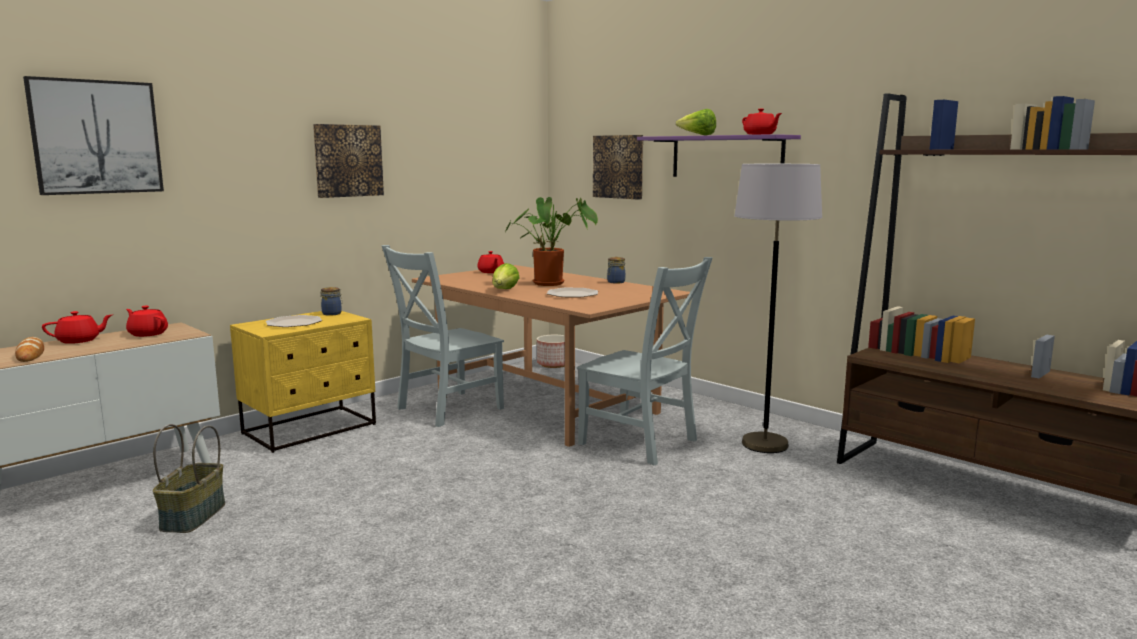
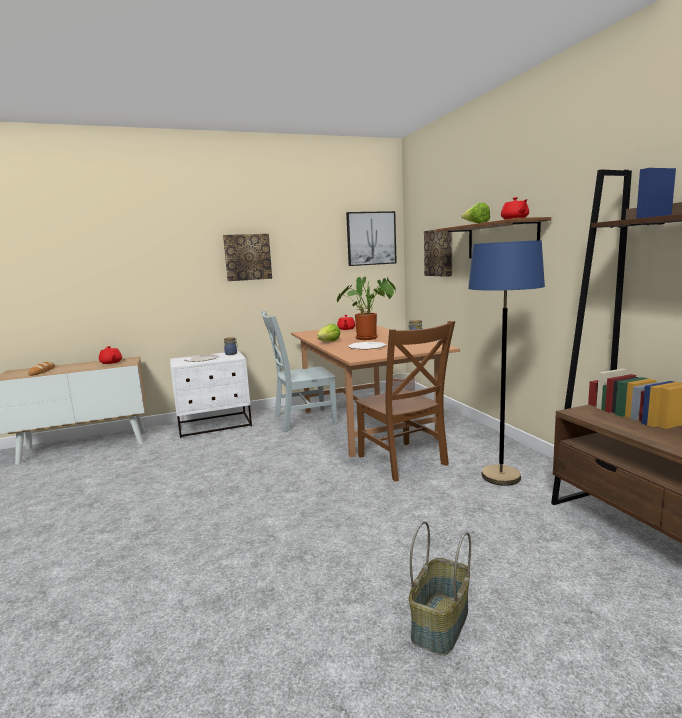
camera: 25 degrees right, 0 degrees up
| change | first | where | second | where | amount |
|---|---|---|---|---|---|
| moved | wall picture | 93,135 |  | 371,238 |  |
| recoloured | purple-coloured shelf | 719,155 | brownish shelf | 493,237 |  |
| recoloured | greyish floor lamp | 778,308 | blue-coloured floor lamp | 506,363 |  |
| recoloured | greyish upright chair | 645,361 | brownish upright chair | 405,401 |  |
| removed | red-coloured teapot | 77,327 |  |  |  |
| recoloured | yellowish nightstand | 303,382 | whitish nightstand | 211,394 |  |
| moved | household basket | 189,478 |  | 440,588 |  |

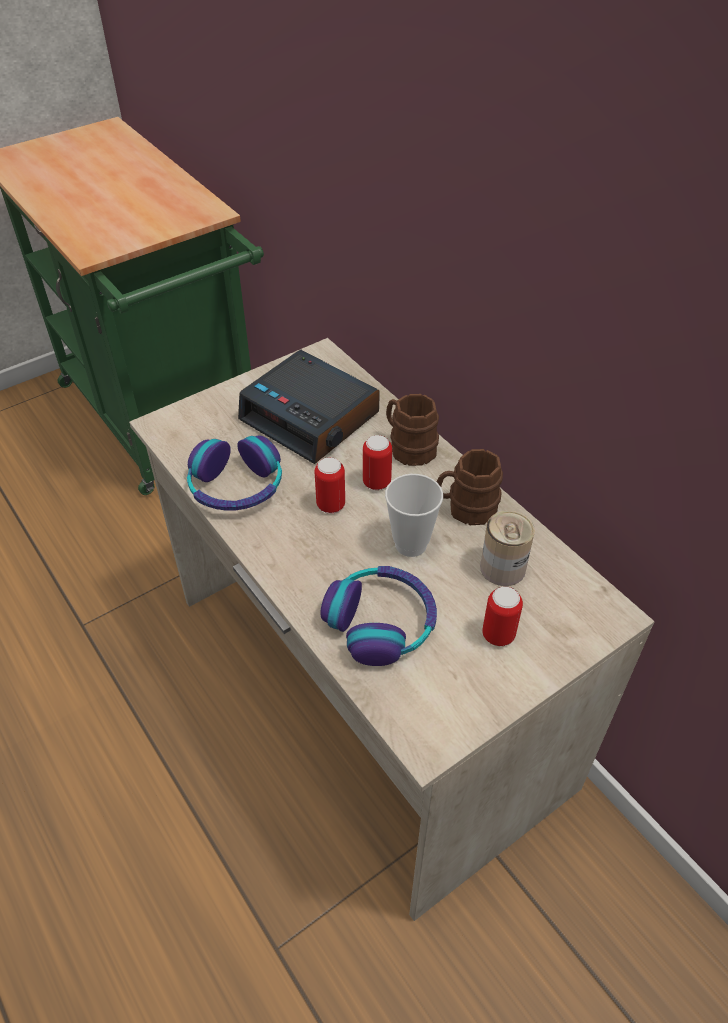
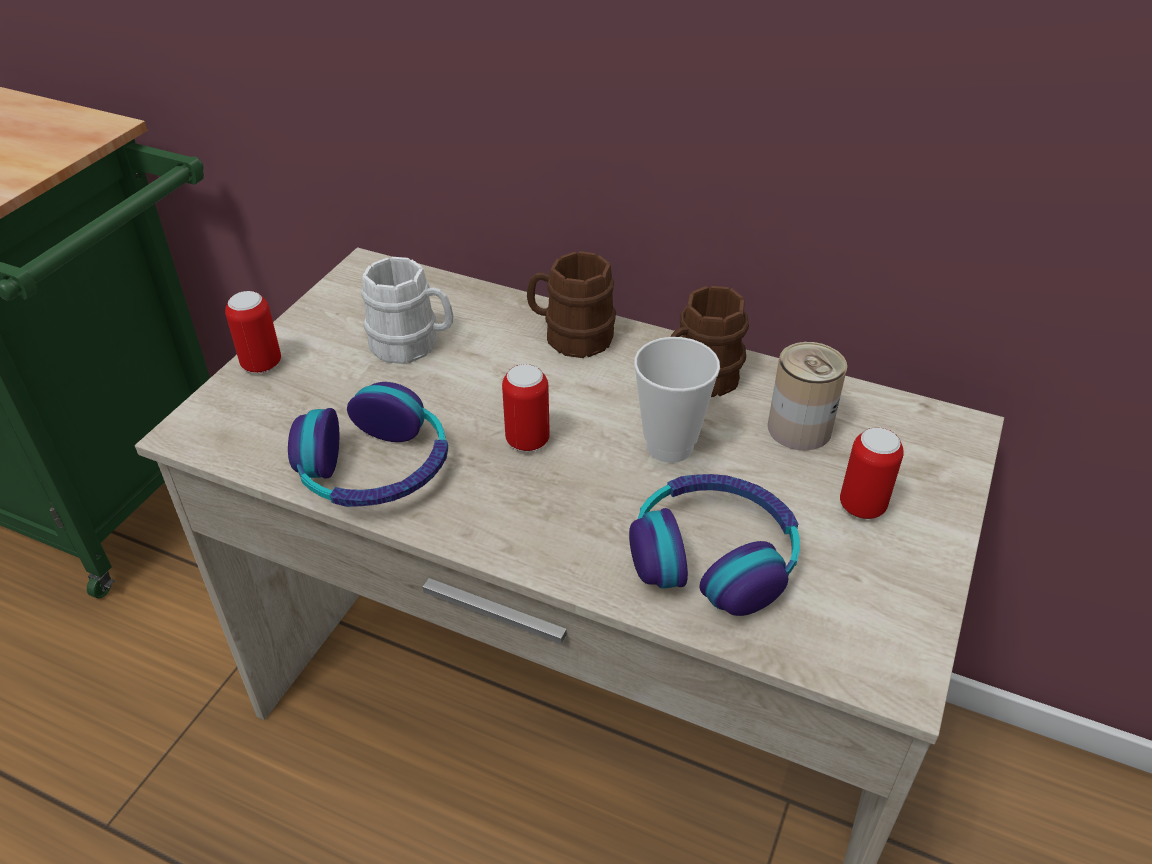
camera: 30 degrees left, 5 degrees down
| change | first | where | second | where | amount |
|---|---|---|---|---|---|
| replaced | table clock | 309,407 | whitish mug | 407,310 |  |
| moved | can | 377,462 |  | 253,332 |  |

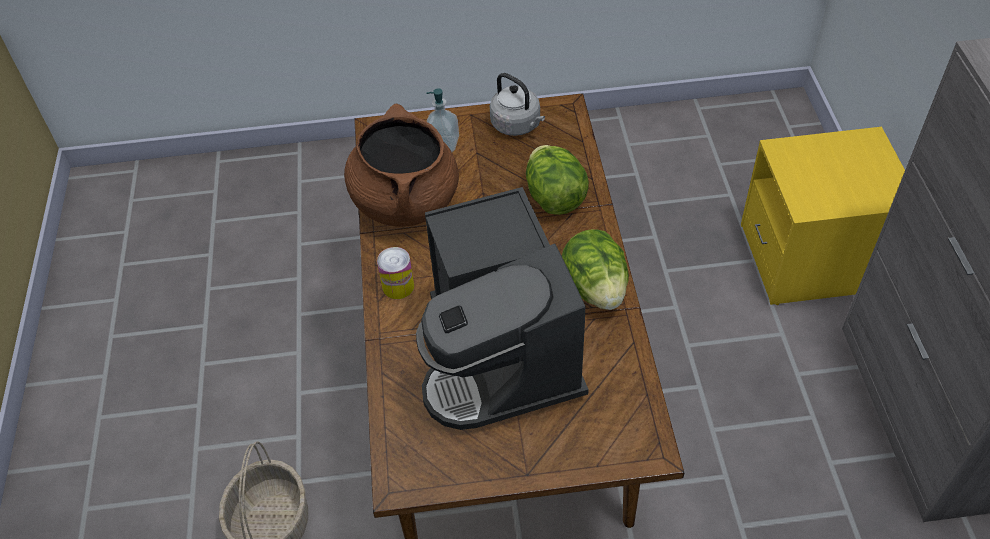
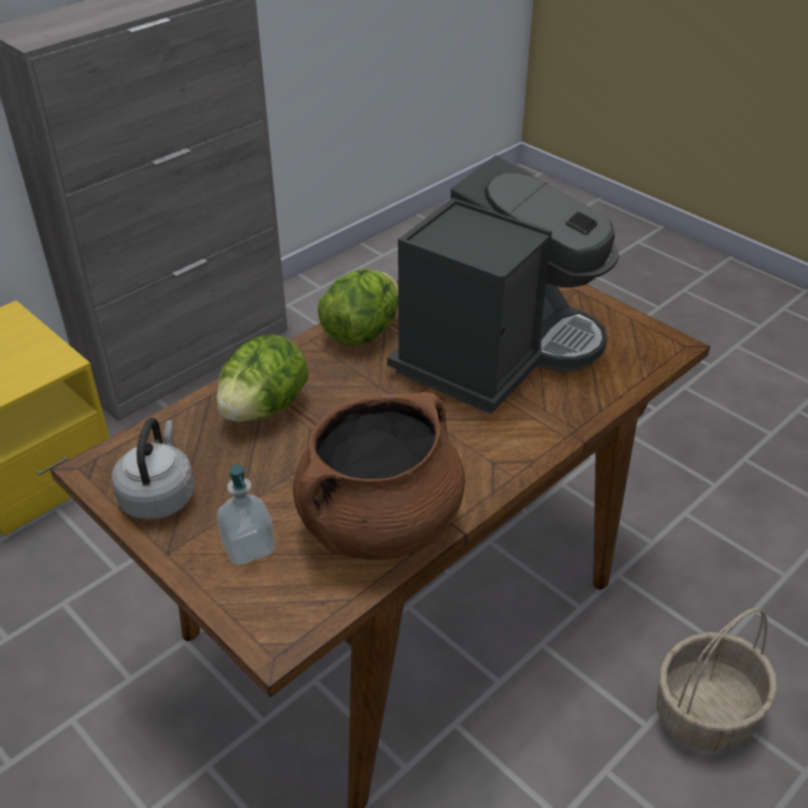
camera: 130 degrees left, 10 degrees down
| change | first | where | second | where | amount |
|---|---|---|---|---|---|
| removed | can | 395,273 |  |  |  |

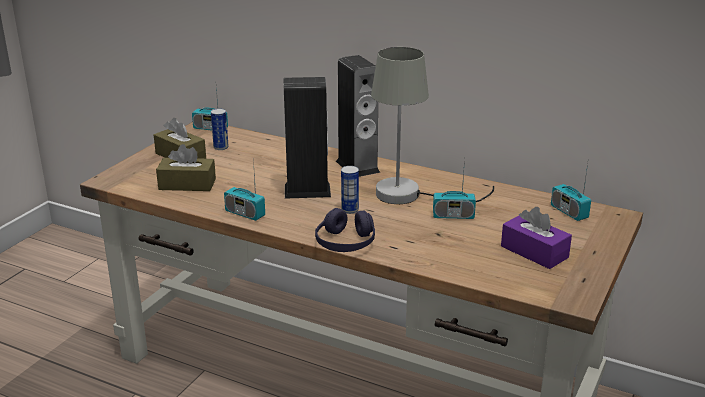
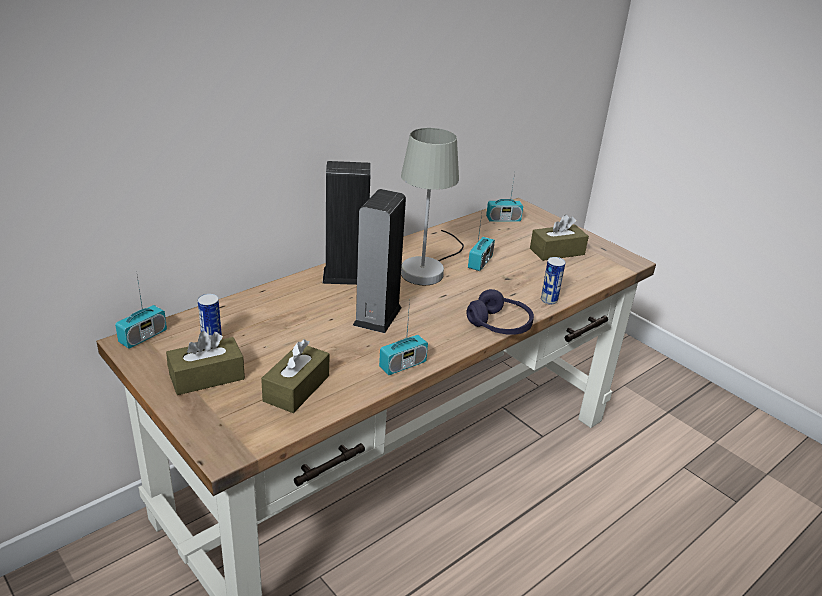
camera: 70 degrees left, 5 degrees up
| change | first | where | second | where | amount |
|---|---|---|---|---|---|
| moved | can | 350,190 |  | 553,280 |  |
| recoloured | purple-coloured box of tissues | 536,238 | brownish box of tissues | 559,237 |  |

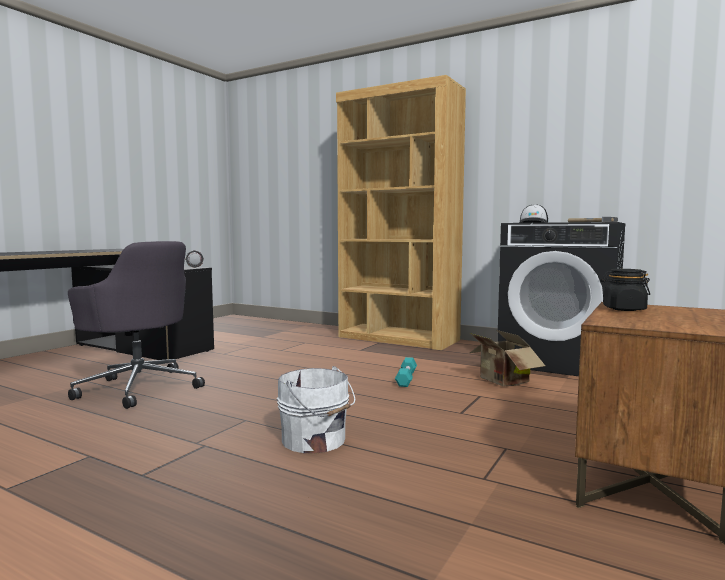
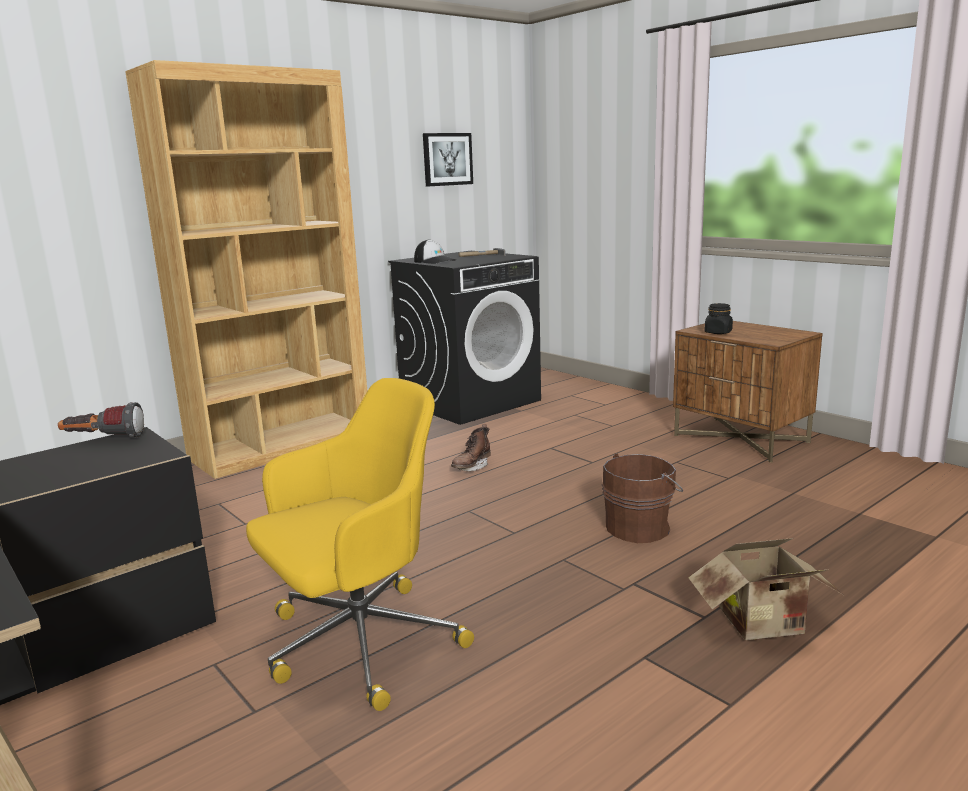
camera: 70 degrees left, 10 degrees up
| change | first | where | second | where | amount |
|---|---|---|---|---|---|
| recoloured | greyish computer chair | 136,325 | yellowish computer chair | 360,544 |  |
| moved | carton | 507,358 |  | 766,589 |  |
| replaced | turquoise dumbbell | 406,372 | brownish boot | 471,448 |  |
| recoloured | whitish pail | 316,410 | brownish pail | 642,498 |  |
| added |  |  | wall picture | 448,160 |  |

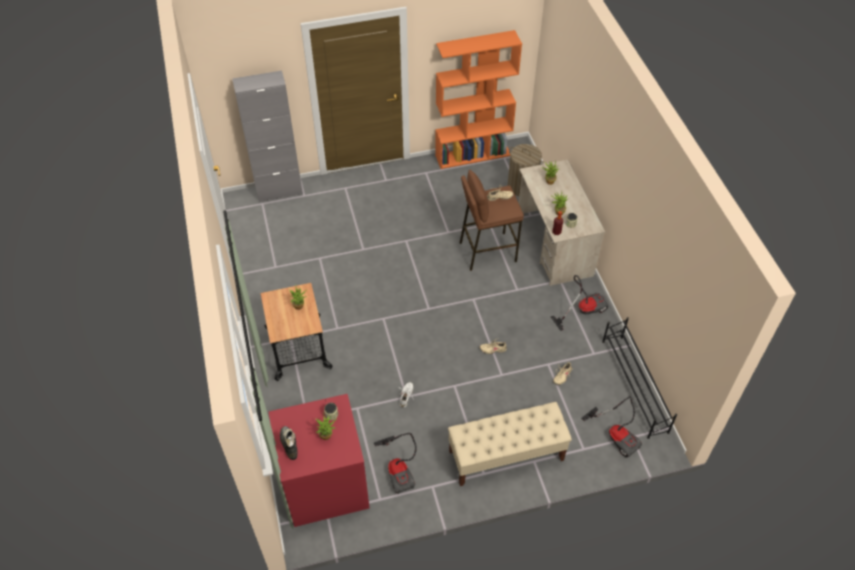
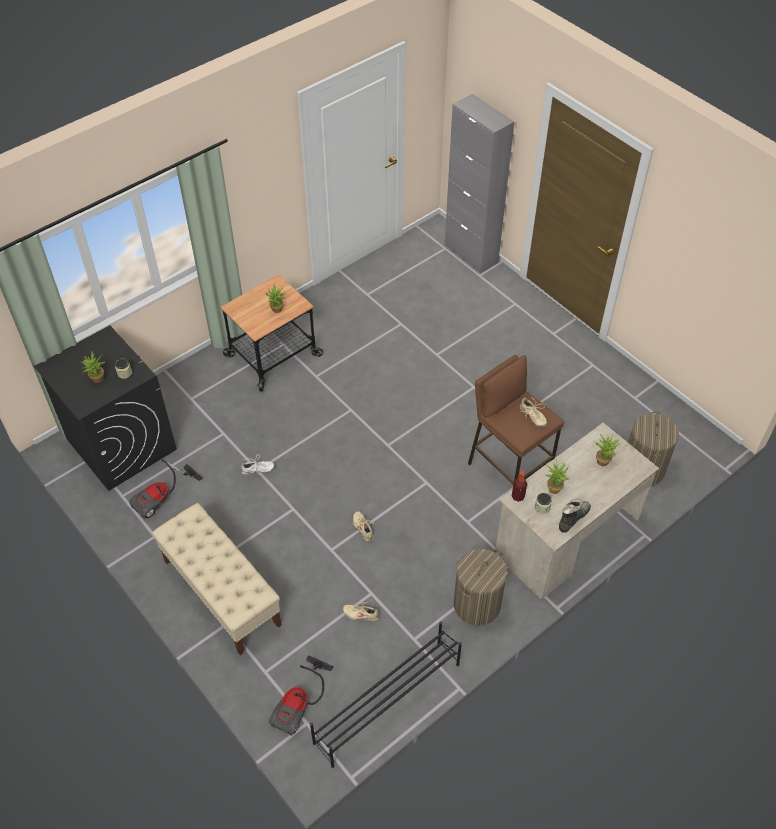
camera: 65 degrees right, 0 degrees up
| change | first | where | second | where | amount |
|---|---|---|---|---|---|
| removed | orange-coloured shelving unit | 478,99 |  |  |  |
| replaced | hoover | 580,303 | laundry basket | 480,587 |  |
| recoloured | red-coloured washing machine | 319,460 | blackish washing machine | 105,408 |  |
| moved | blackish boot | 289,443 |  | 575,516 |  |

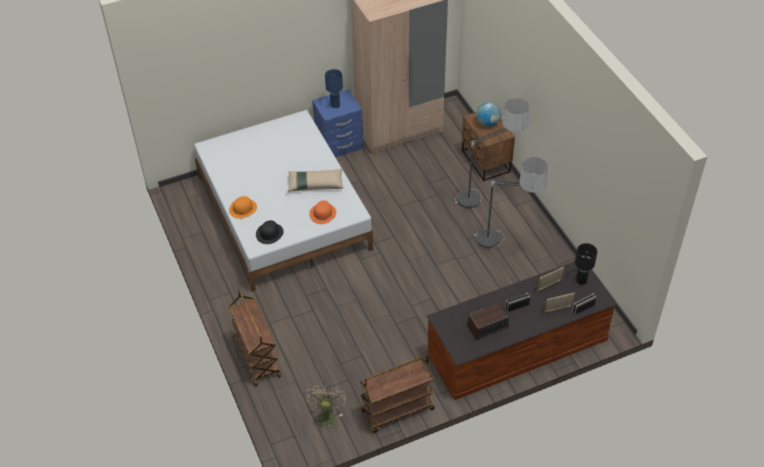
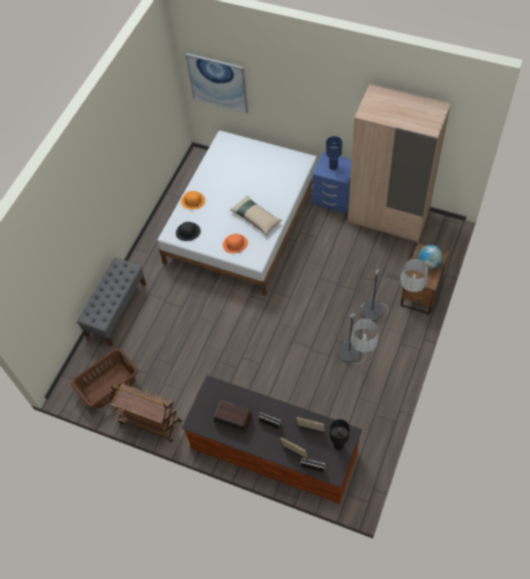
camera: 50 degrees right, 10 degrees up
| change | first | where | second | where | amount |
|---|---|---|---|---|---|
| replaced | brownish trolley | 254,337 | greyish indoor bench | 111,302 |  |
| replaced | beige fan | 326,409 | brownish laundry basket | 104,378 |  |
| added |  |  | wall picture | 217,83 |  |

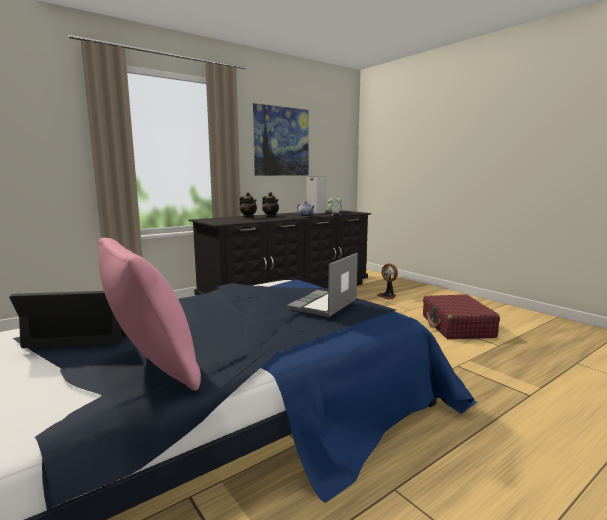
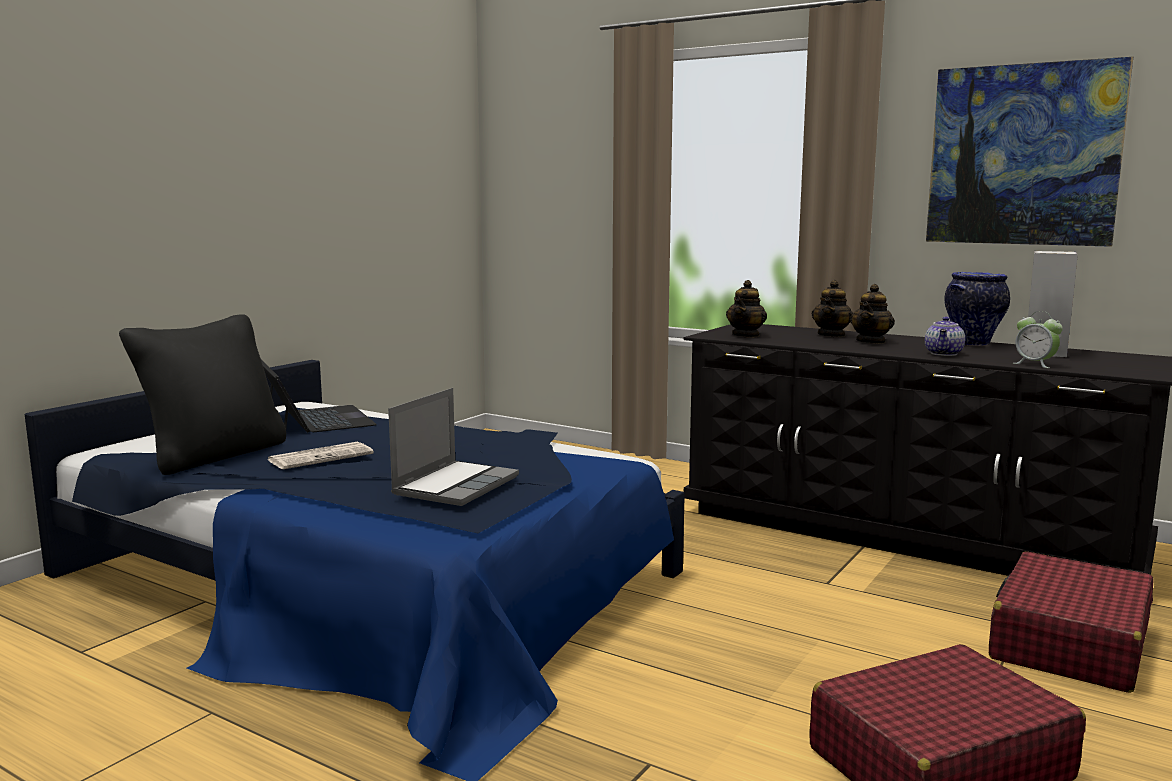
camera: 70 degrees right, 0 degrees up
| change | first | where | second | where | amount |
|---|---|---|---|---|---|
| recoloured | pinkish pillow | 149,314 | blackish pillow | 202,394 |  |
| turned | portable computer | 322,285 |  | 453,447 | 105 degrees clockwise |
| replaced | fan | 387,281 | red-coloured piece of luggage | 1071,622 |  |
| added |  |  | decorative vase | 977,309 |  |
| added |  |  | teapot | 746,309 |  |
| added |  |  | newspaper | 321,455 |  |

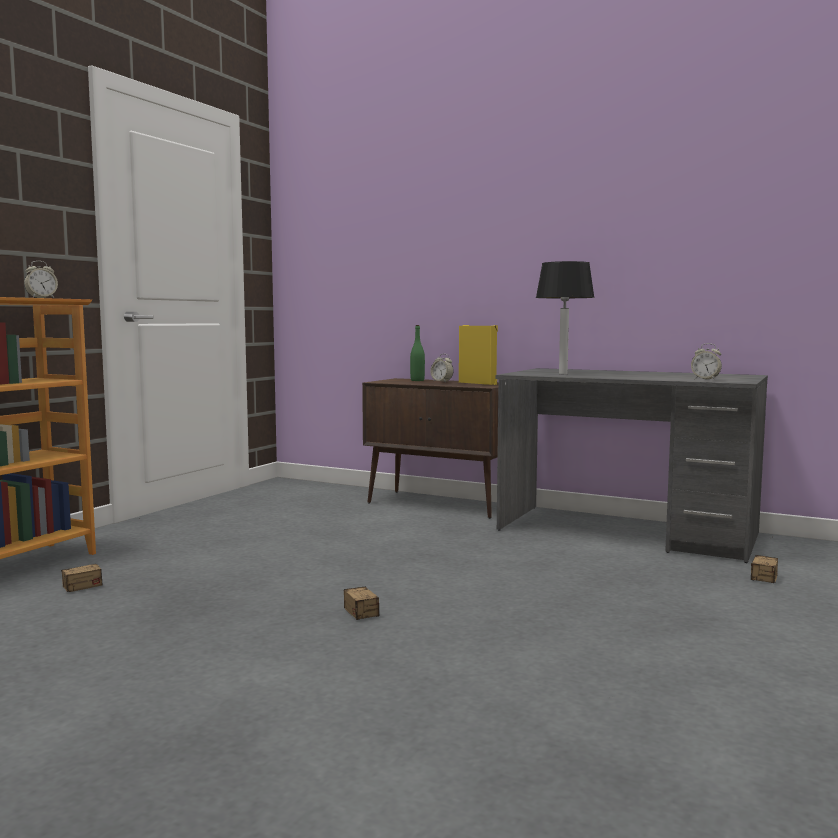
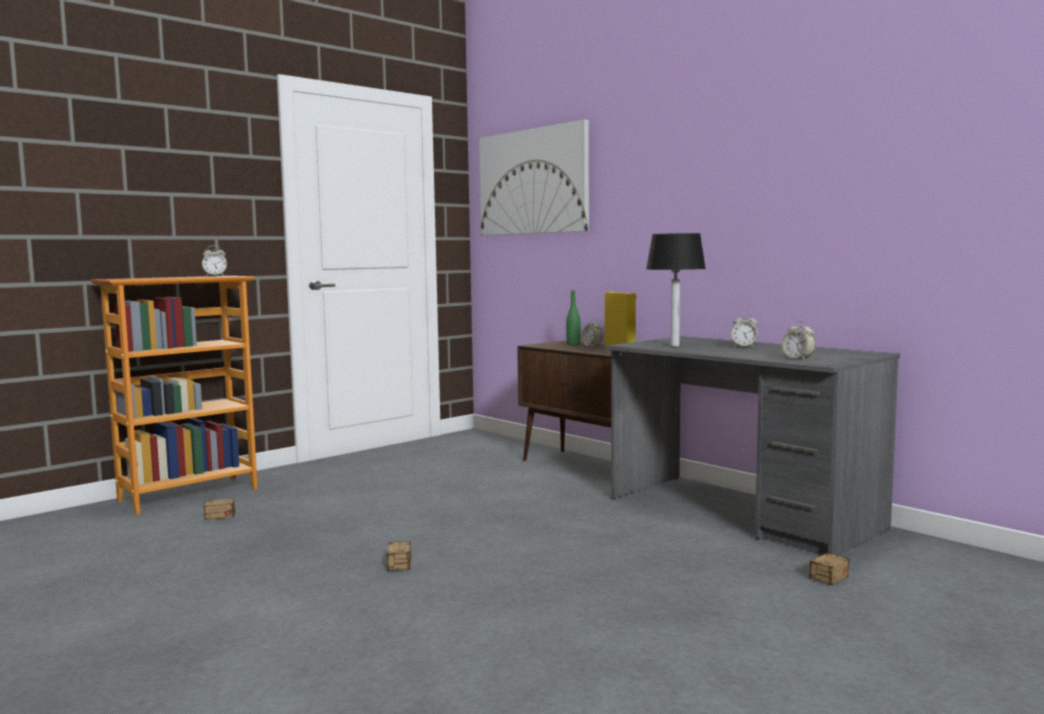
camera: 20 degrees right, 0 degrees up
| change | first | where | second | where | amount |
|---|---|---|---|---|---|
| added |  |  | wall picture | 534,177 |  |
| added |  |  | table clock | 744,330 |  |

